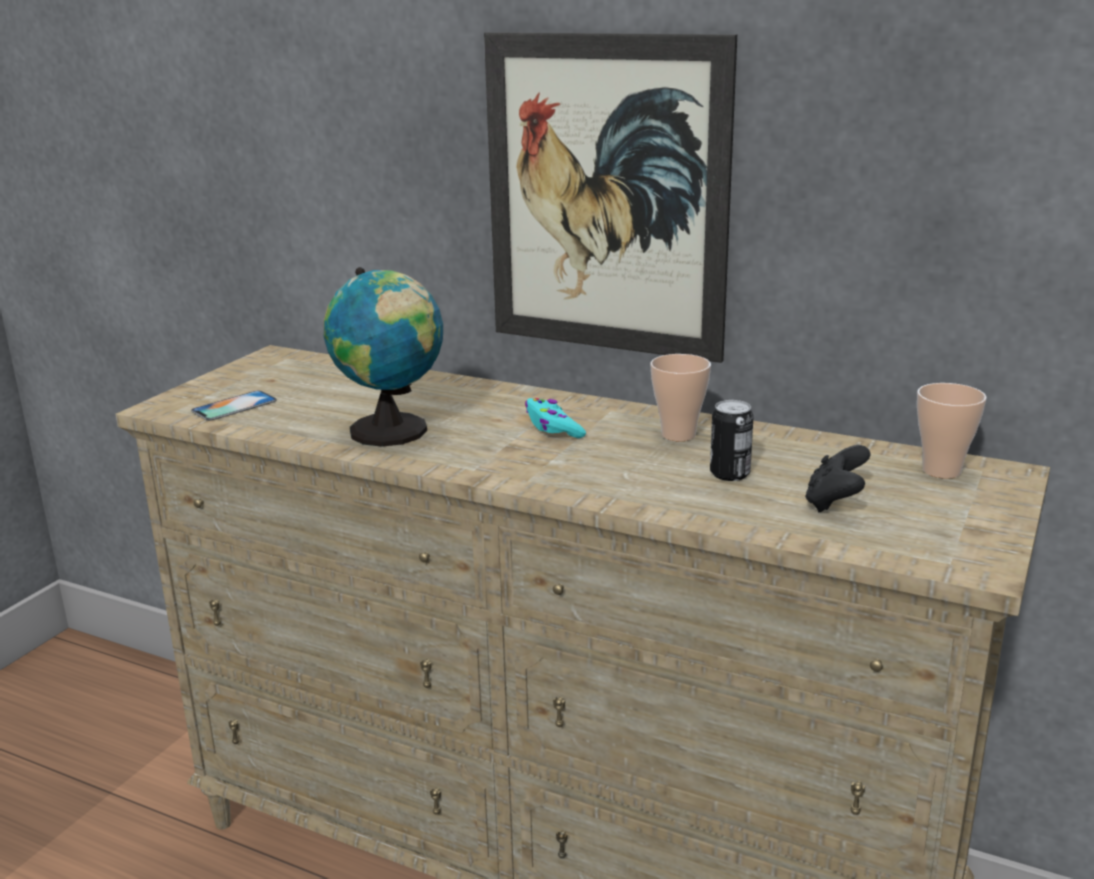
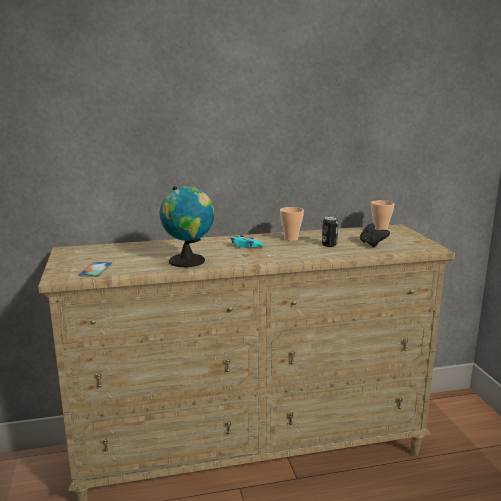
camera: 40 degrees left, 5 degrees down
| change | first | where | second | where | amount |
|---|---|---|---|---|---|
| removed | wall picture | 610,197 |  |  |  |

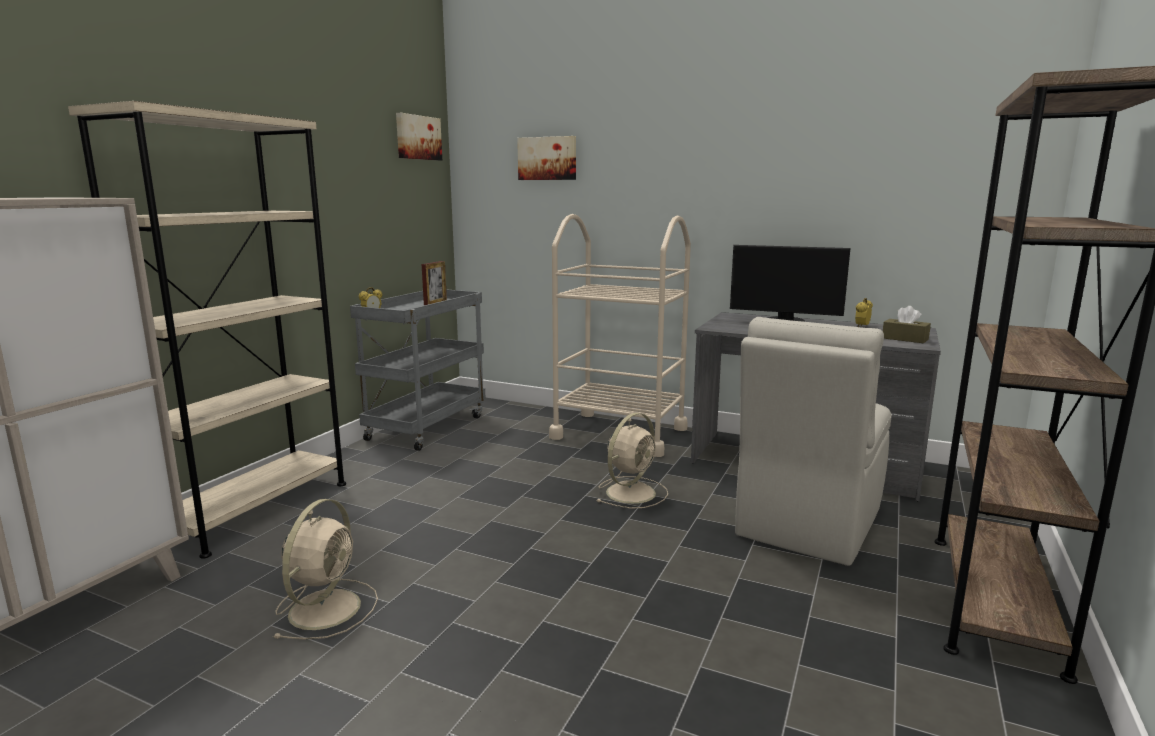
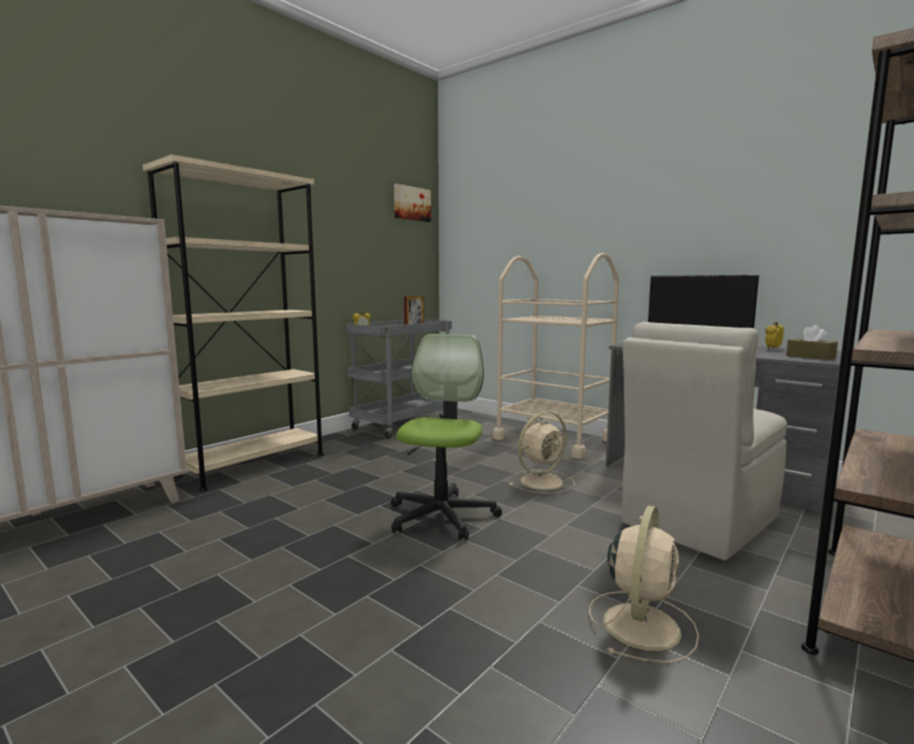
camera: 15 degrees right, 5 degrees down
| change | first | where | second | where | amount |
|---|---|---|---|---|---|
| removed | wall picture | 546,158 |  |  |  |
| moved | beige fan | 325,569 |  | 644,584 |  |
| added |  |  | computer chair | 446,437 |  |

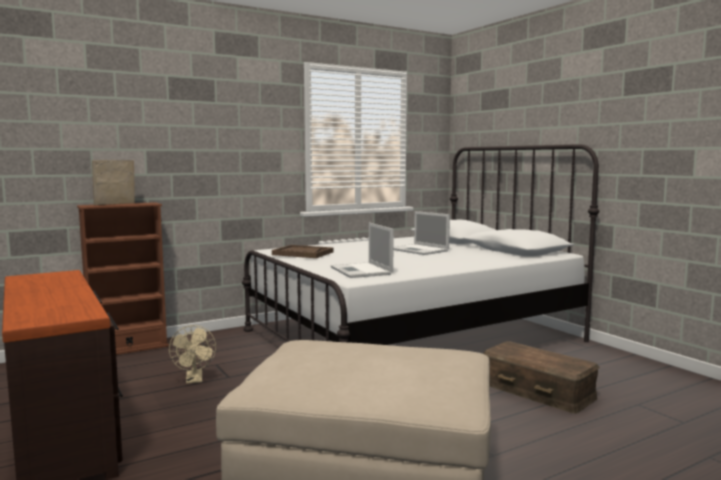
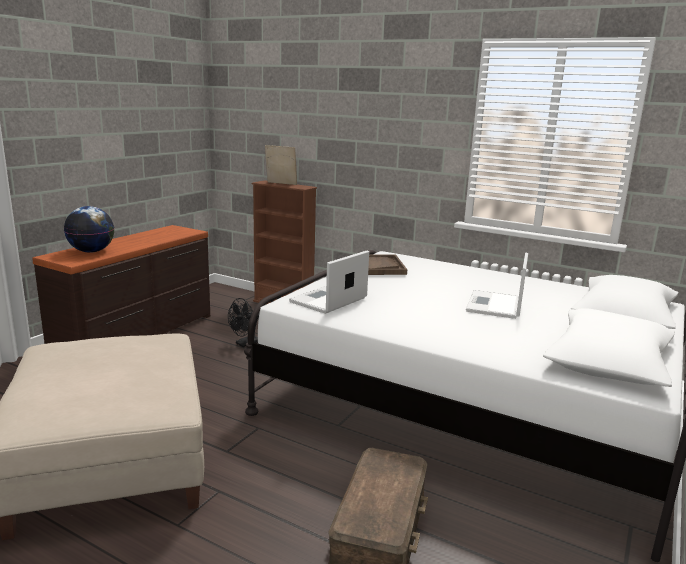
camera: 60 degrees right, 10 degrees up
| change | first | where | second | where | amount |
|---|---|---|---|---|---|
| recoloured | beige fan | 192,354 | blackish fan | 243,322 |  |
| added |  |  | world globe | 89,229 |  |

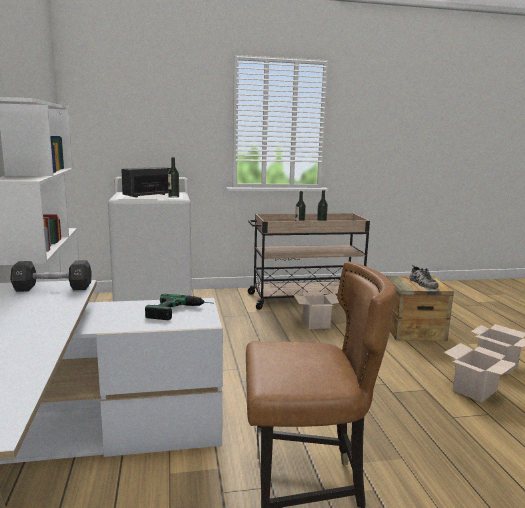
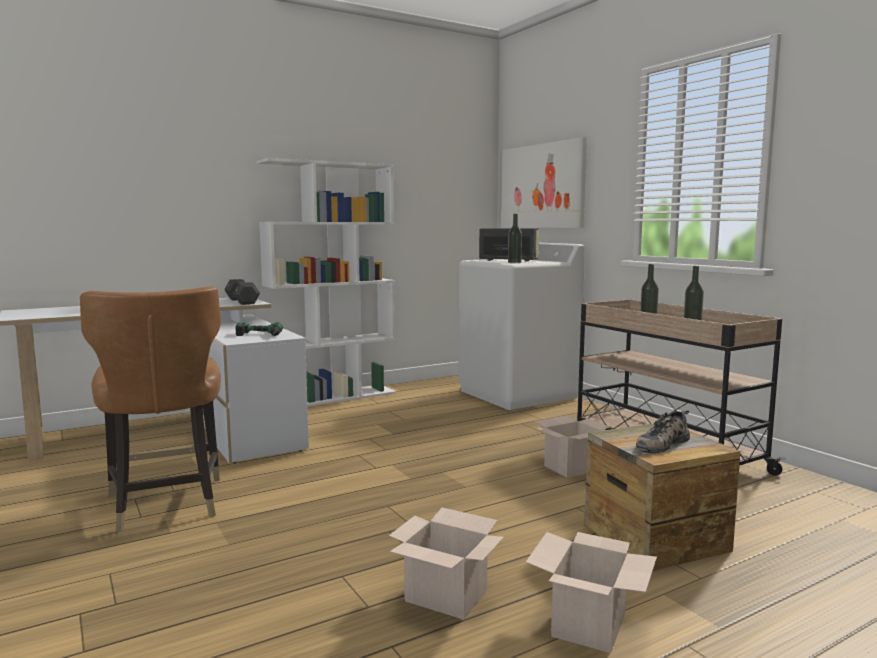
camera: 70 degrees right, 5 degrees down
| change | first | where | second | where | amount |
|---|---|---|---|---|---|
| added |  |  | wall picture | 544,182 |  |

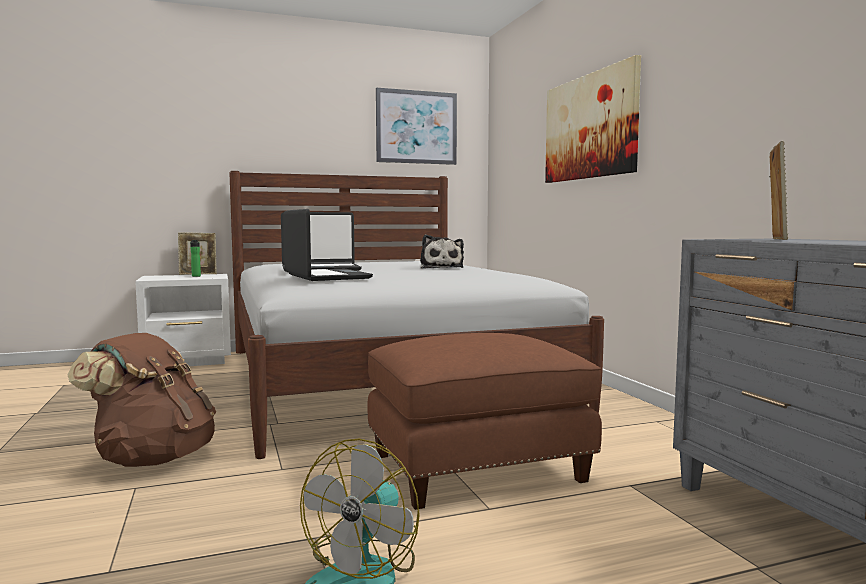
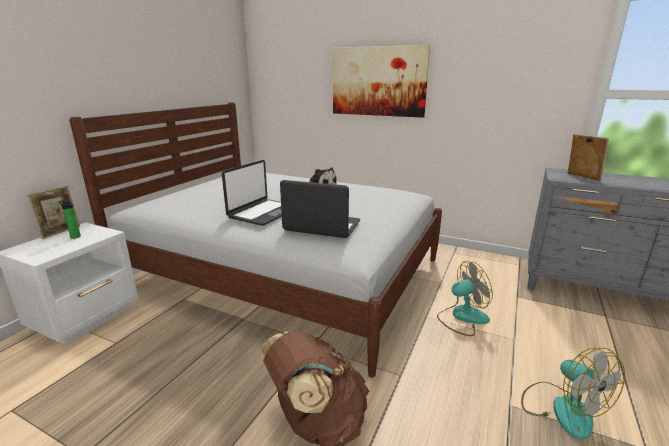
camera: 45 degrees left, 15 degrees up
| change | first | where | second | where | amount |
|---|---|---|---|---|---|
| removed | wall picture | 416,126 |  |  |  |
| replaced | brownish footrest | 484,421 | fan | 465,298 |  |

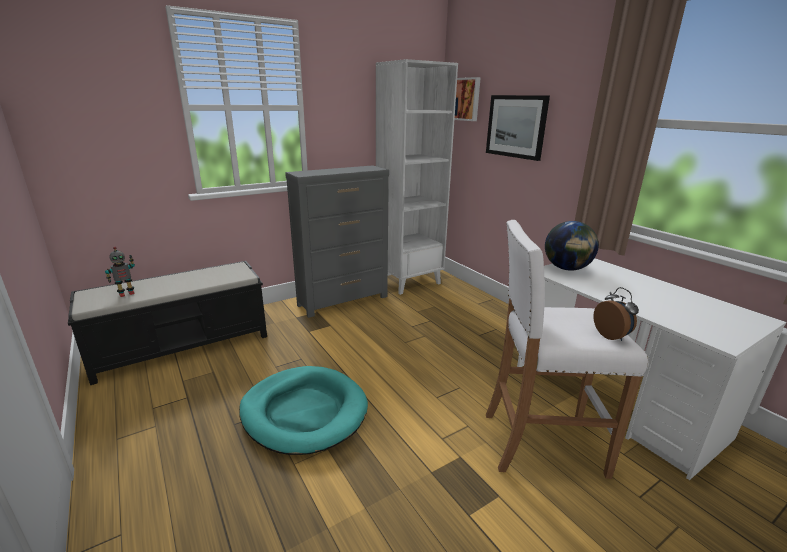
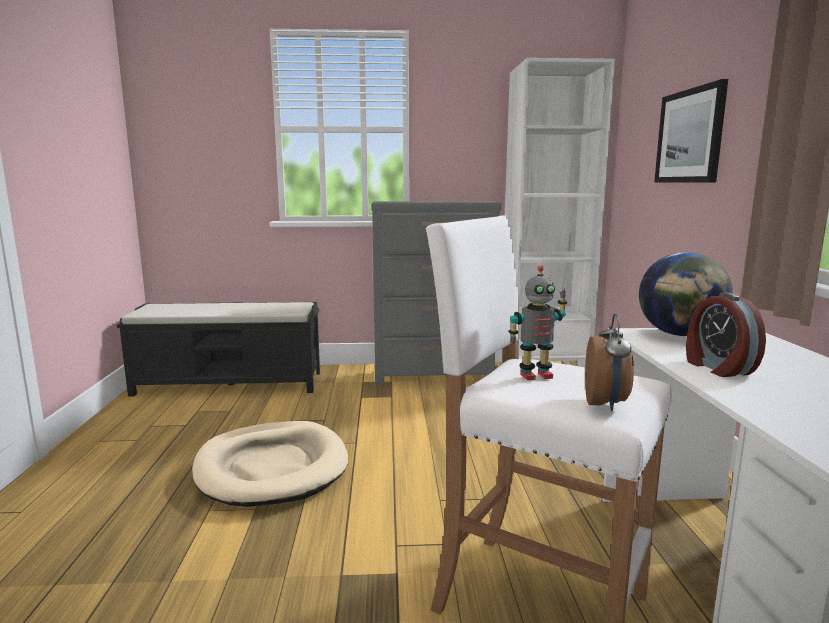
camera: 30 degrees right, 10 degrees down
| change | first | where | second | where | amount |
|---|---|---|---|---|---|
| removed | wall picture | 467,99 |  |  |  |
| moved | model robot | 120,272 |  | 538,322 |  |
| recoloured | turquoise pet bed | 303,410 | beige pet bed | 270,464 |  |
| added |  |  | table clock | 726,334 |  |

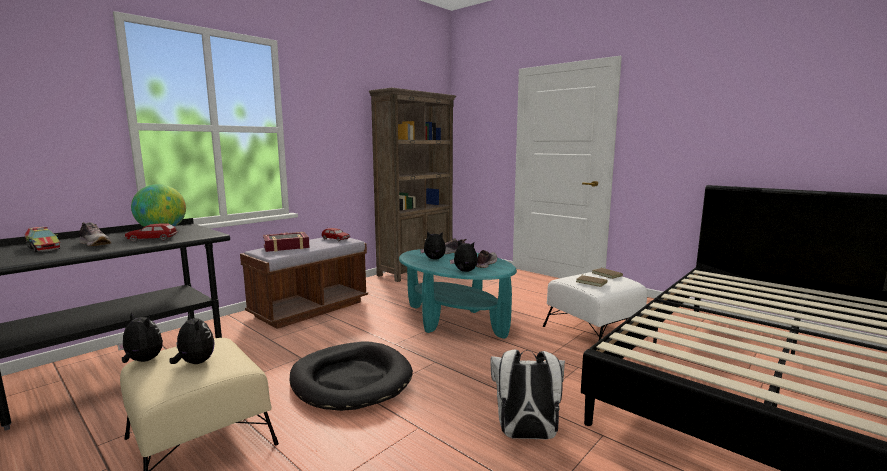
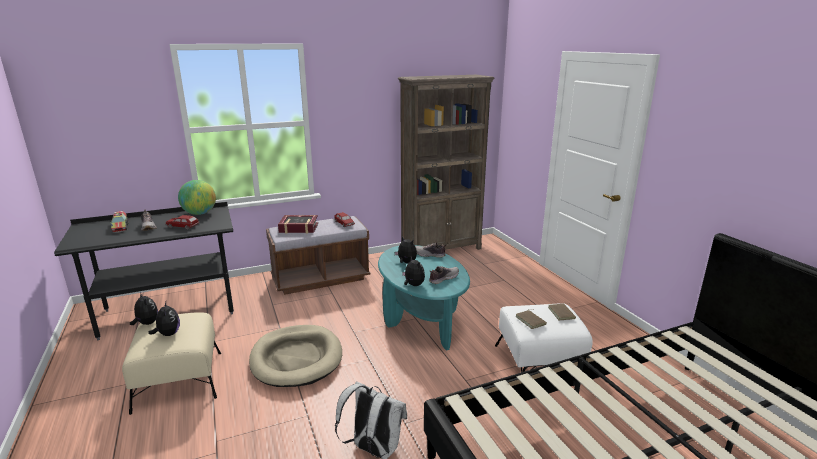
camera: 25 degrees right, 10 degrees up
| change | first | where | second | where | amount |
|---|---|---|---|---|---|
| recoloured | blackish pet bed | 351,376 | beige pet bed | 295,356 |  |

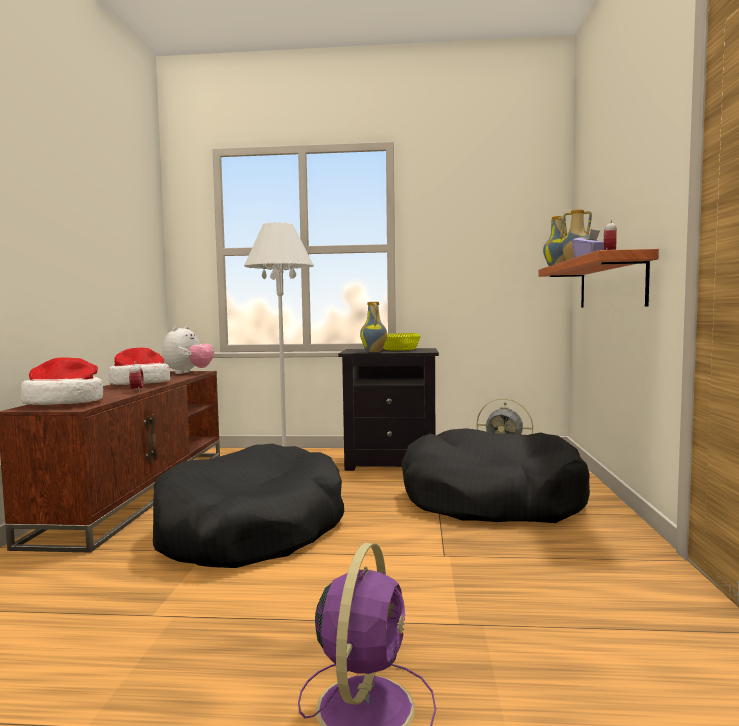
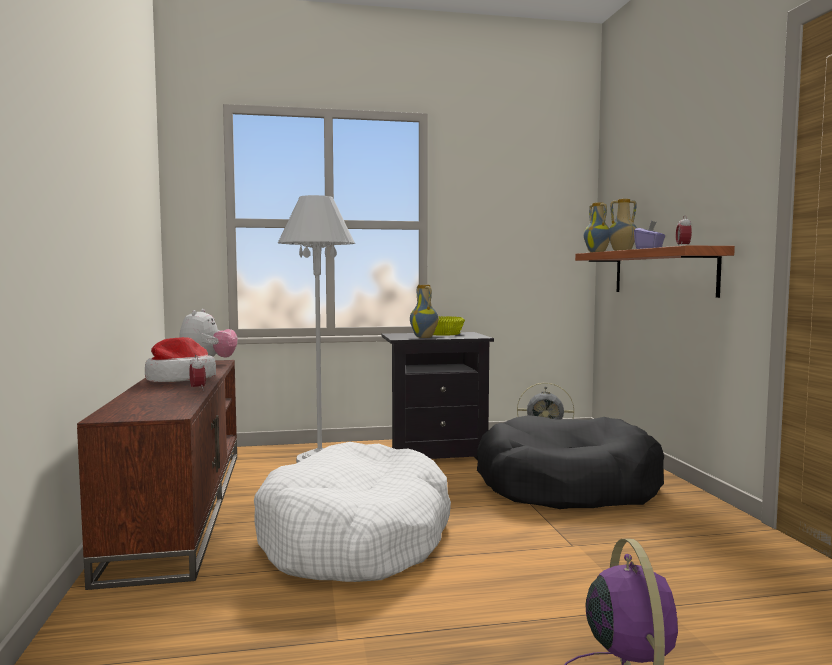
camera: 15 degrees left, 0 degrees up
| change | first | where | second | where | amount |
|---|---|---|---|---|---|
| removed | wearable hat | 62,381 |  |  |  |
| recoloured | blackish pet bed | 248,505 | whitish pet bed | 352,512 |  |

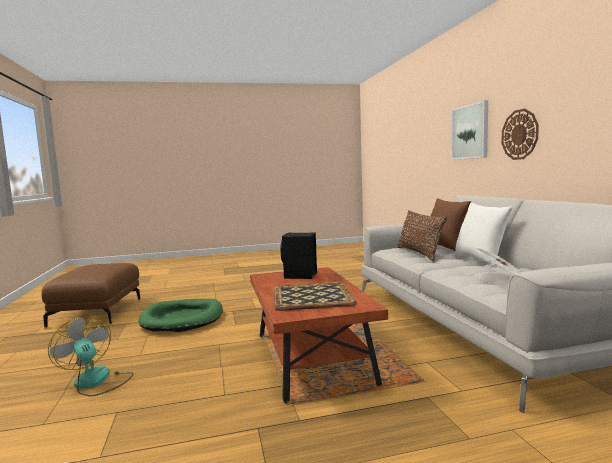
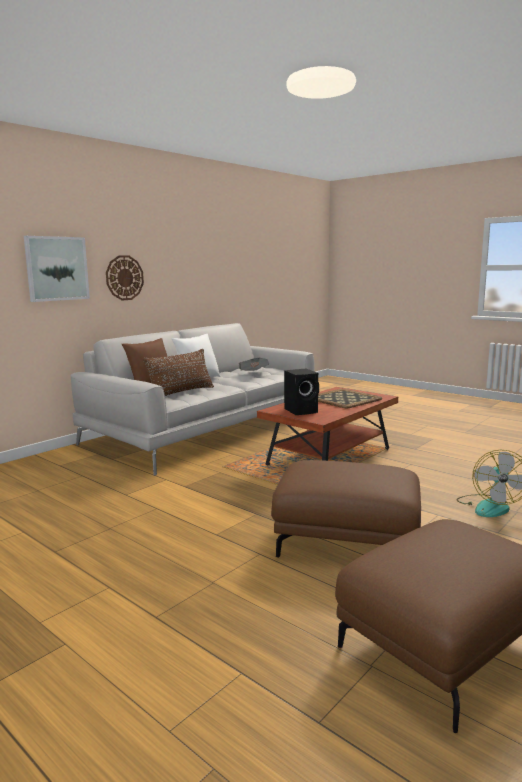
camera: 125 degrees left, 5 degrees up
| change | first | where | second | where | amount |
|---|---|---|---|---|---|
| replaced | greenish pet bed | 180,315 | brownish footrest | 346,509 |  |

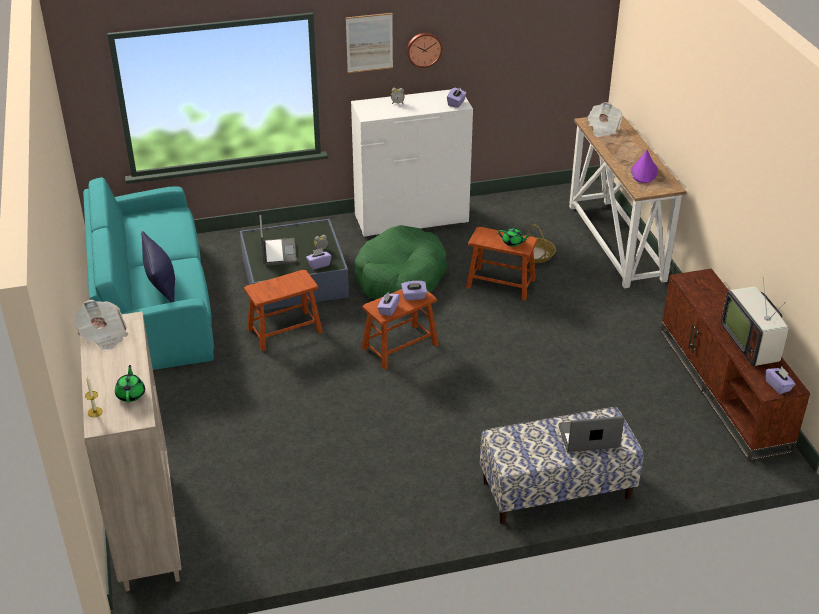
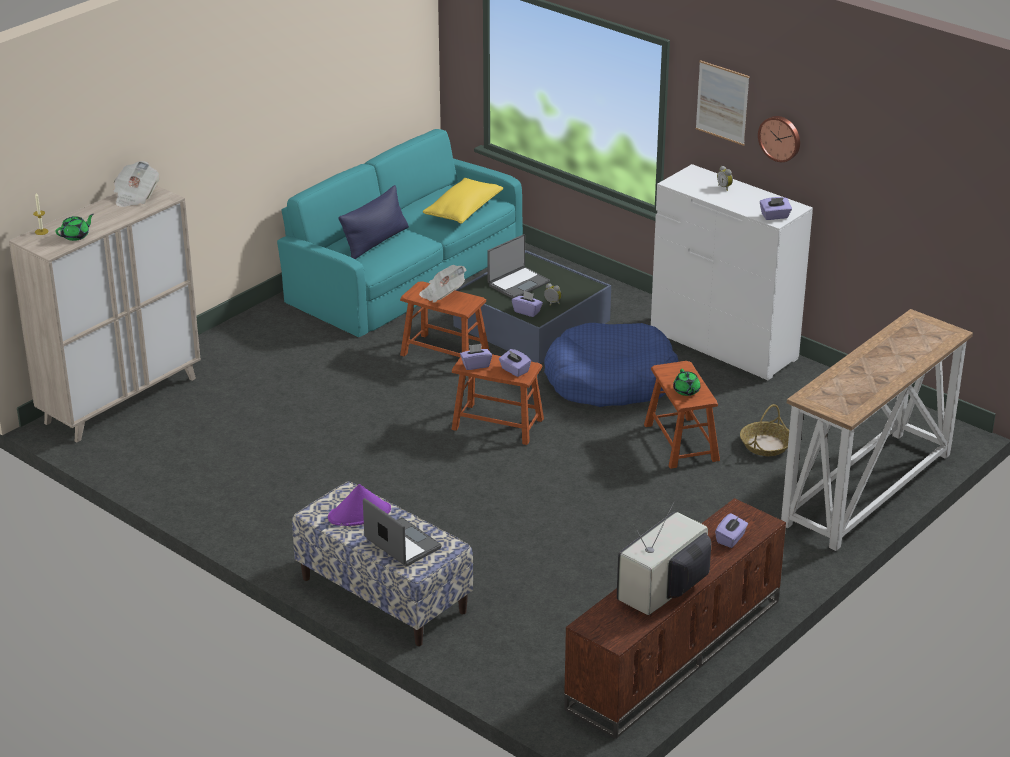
camera: 55 degrees right, 5 degrees down
| change | first | where | second | where | amount |
|---|---|---|---|---|---|
| moved | newspaper | 605,119 |  | 442,284 |  |
| moved | purple-coloured wearable hat | 644,166 |  | 359,505 |  |
| recoloured | greenish pet bed | 400,262 | blue-coloured pet bed | 611,365 |  |
| moved | purple-coloured box of tissues | 780,380 |  | 731,530 |  |
| added |  |  | yellowish pillow | 463,201 |  |

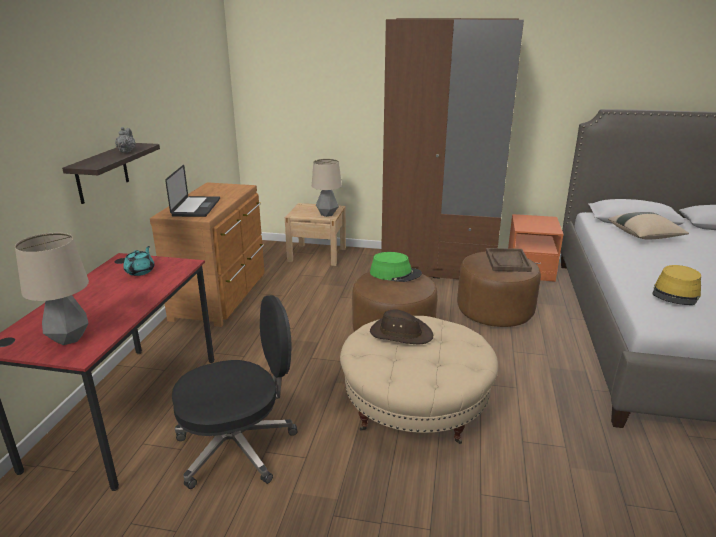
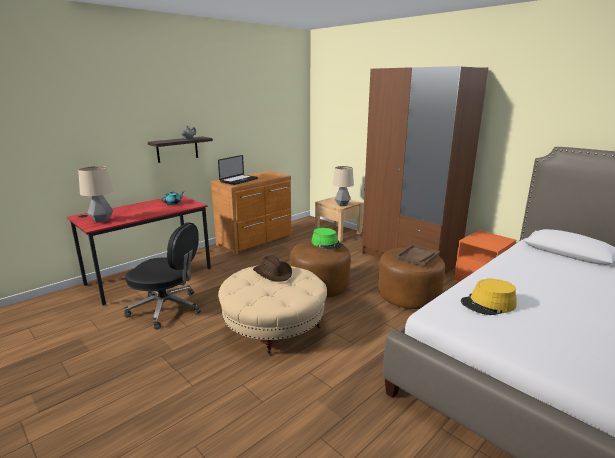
camera: 35 degrees right, 5 degrees down
| change | first | where | second | where | amount |
|---|---|---|---|---|---|
| removed | beige pillow | 648,226 |  |  |  |

